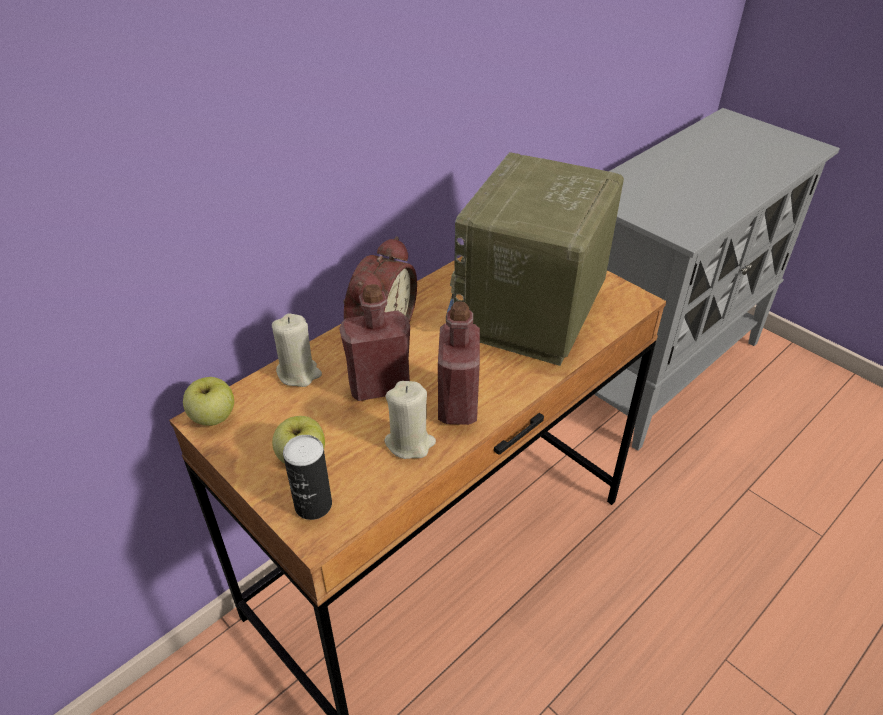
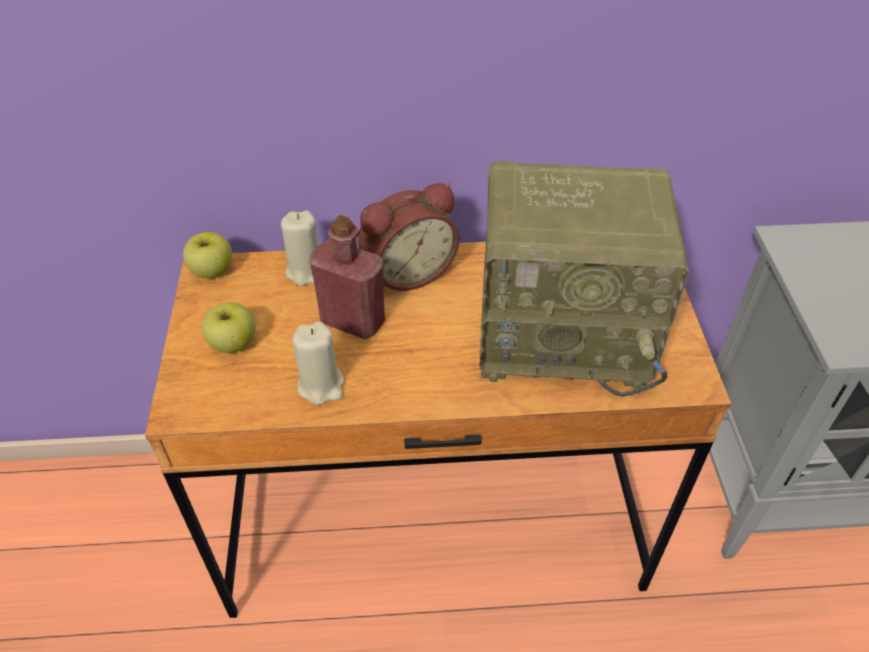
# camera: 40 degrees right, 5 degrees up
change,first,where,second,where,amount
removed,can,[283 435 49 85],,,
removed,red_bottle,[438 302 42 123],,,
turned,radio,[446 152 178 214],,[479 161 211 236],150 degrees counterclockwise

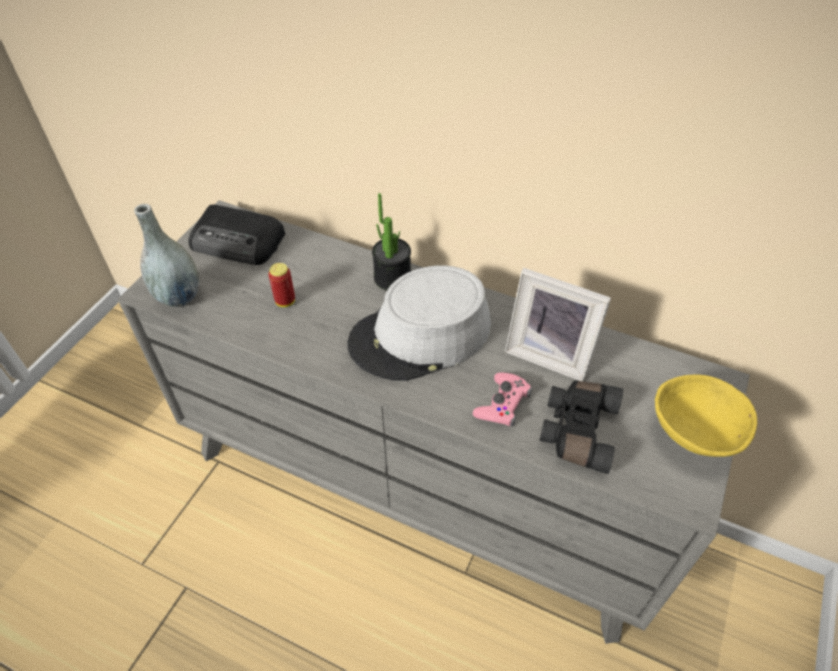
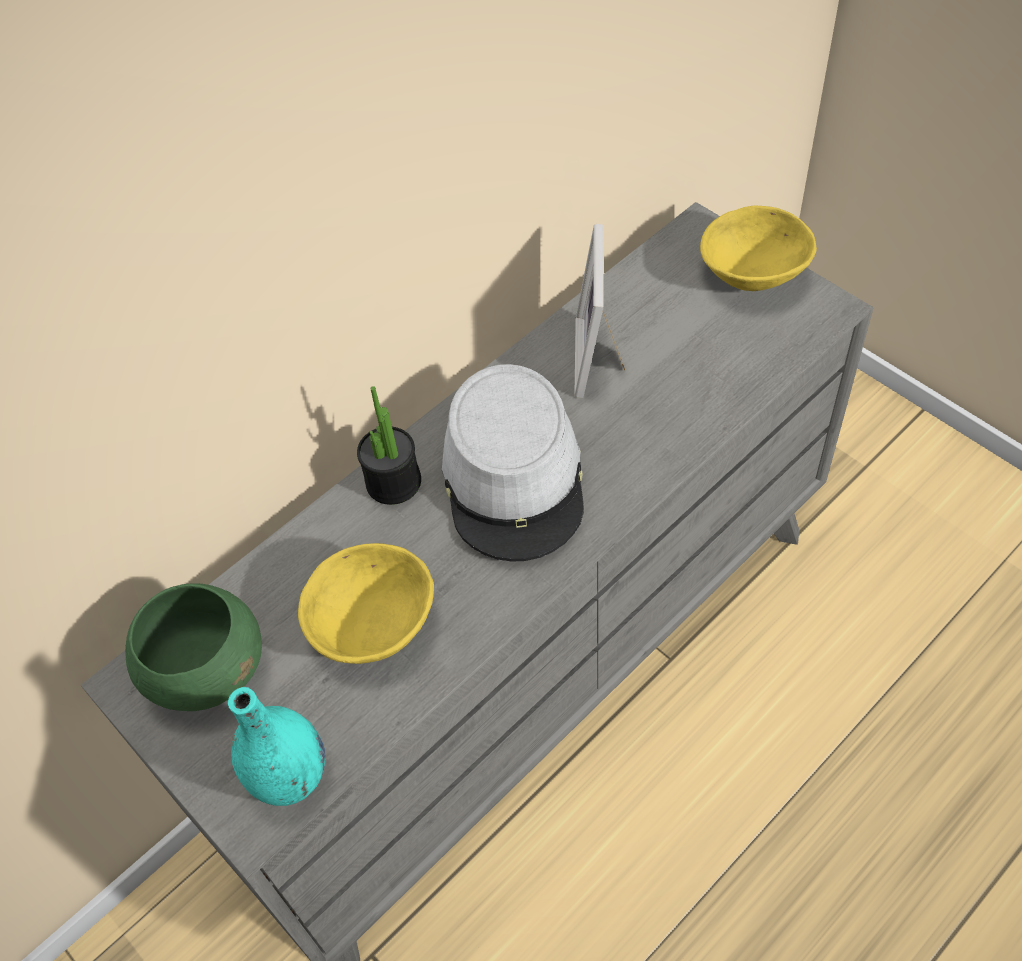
# camera: 65 degrees left, 5 degrees up
change,first,where,second,where,amount
removed,pink_game_controller,[473 373 59 54],,,
removed,black_binoculars,[540 381 83 93],,,
replaced,radio,[188 205 97 60],green_bowl,[125 583 137 128],
replaced,can,[268 263 27 44],yellow_bowl,[298 543 136 121],
recoloured,grey_vase,[134 204 65 103],turquoise_vase,[228 687 97 119],
turned,picture_frame,[505 268 106 113],,[574 224 51 174],135 degrees clockwise

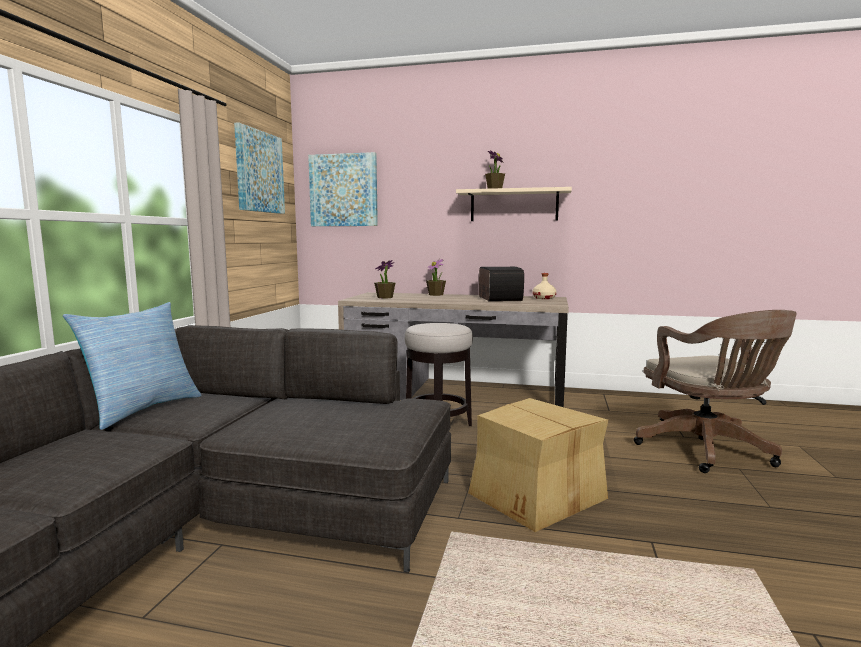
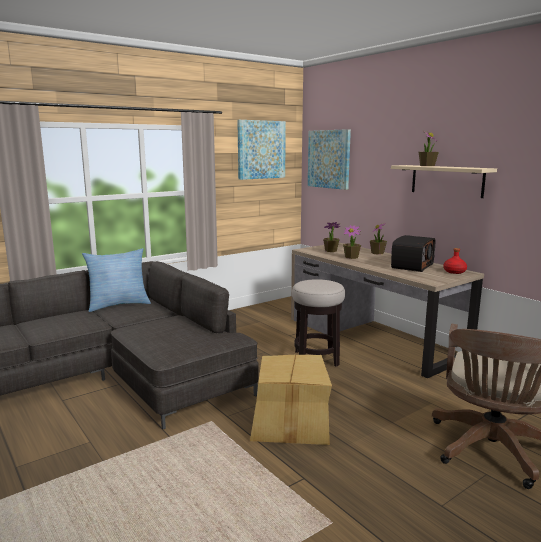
# camera: 40 degrees right, 5 degrees up
change,first,where,second,where,amount
added,,,potted_plant,[343 225 18 34],
recoloured,beige_bottle,[532 273 24 26],red_bottle,[443 248 24 26],

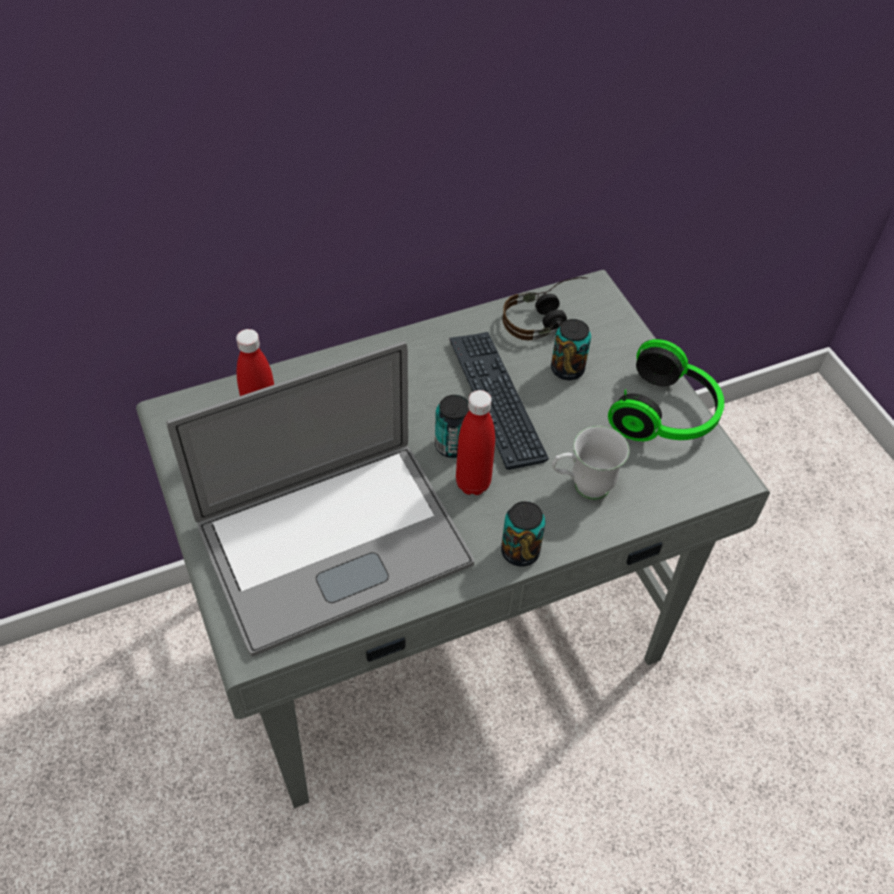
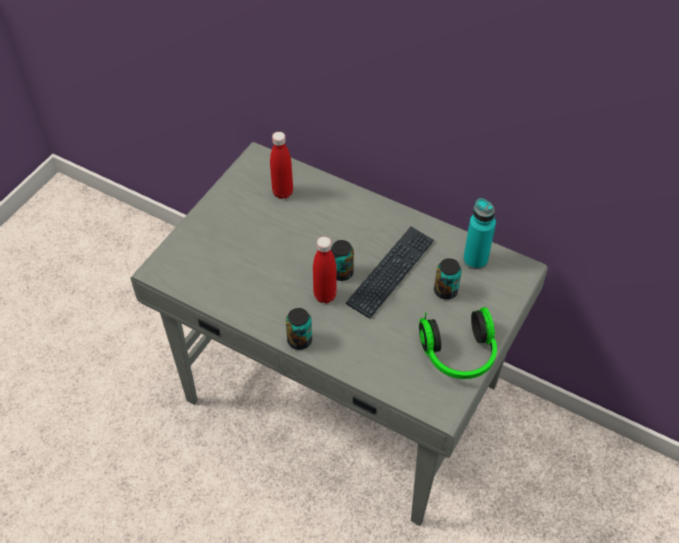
# camera: 55 degrees right, 0 degrees up
change,first,where,second,where,amount
removed,laptop,[167 341 307 316],,,
removed,white_mug,[552 426 77 74],,,
replaced,headphones,[503 277 85 63],turquoise_bottle,[463 198 33 72],

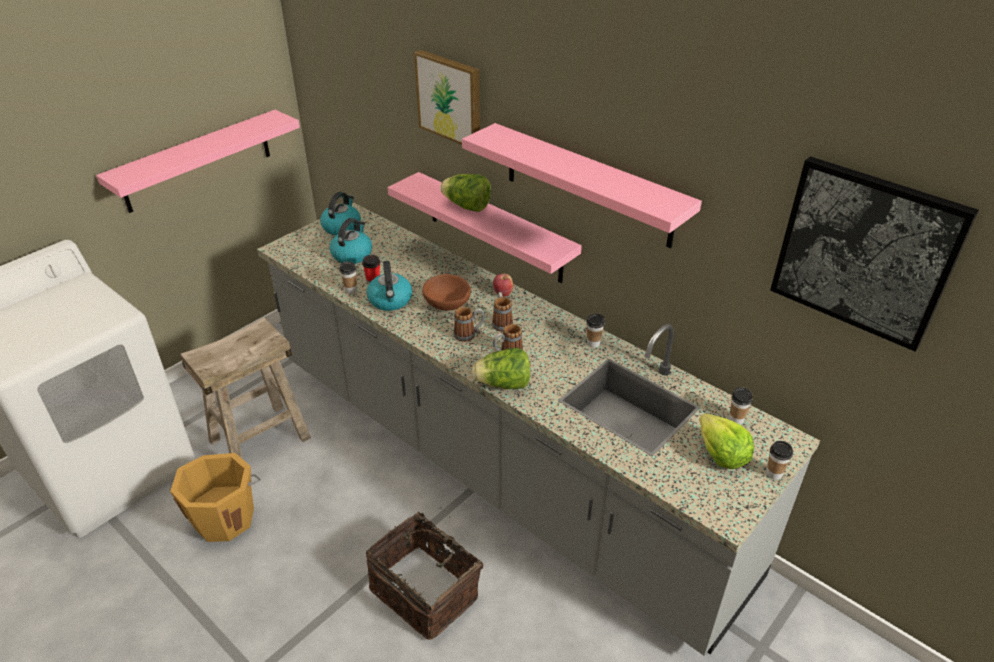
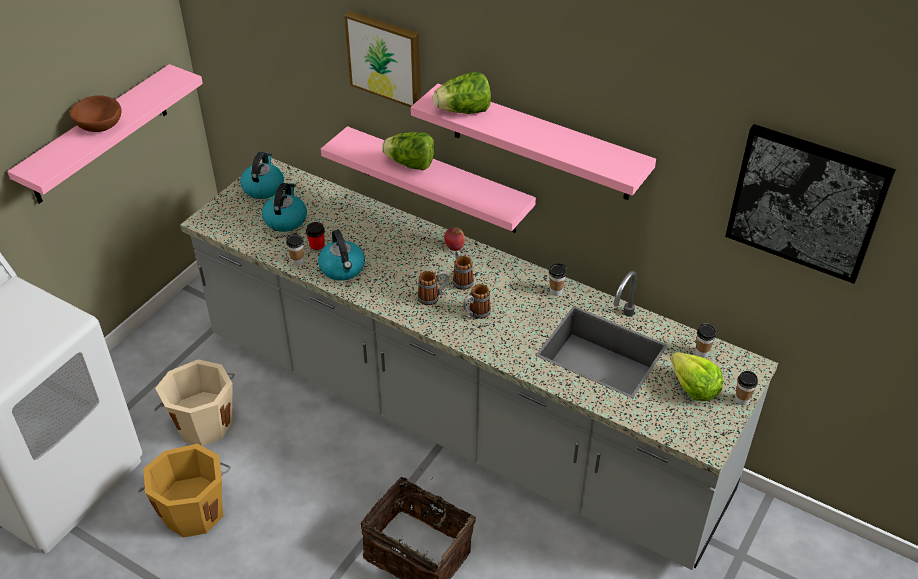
# camera: 10 degrees left, 5 degrees up
change,first,where,second,where,amount
moved,brown_bowl,[422 274 49 37],,[70 95 51 37],
moved,lettuce,[472 348 58 41],,[433 72 58 42],
replaced,beige_stool,[180 317 131 142],beige_bucket,[154 360 81 86],

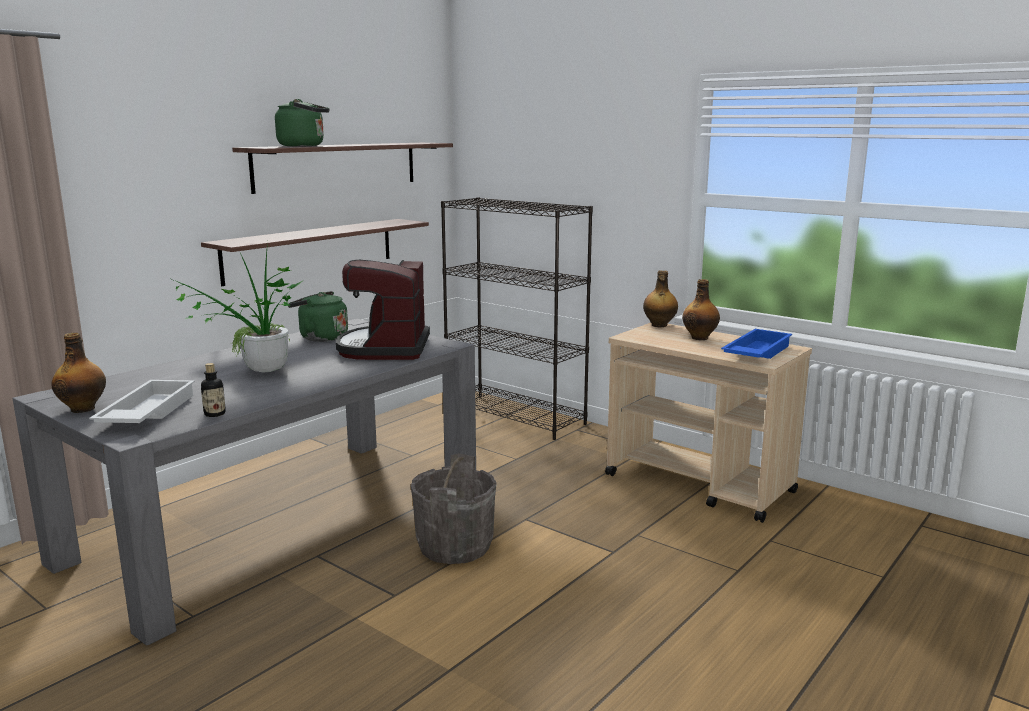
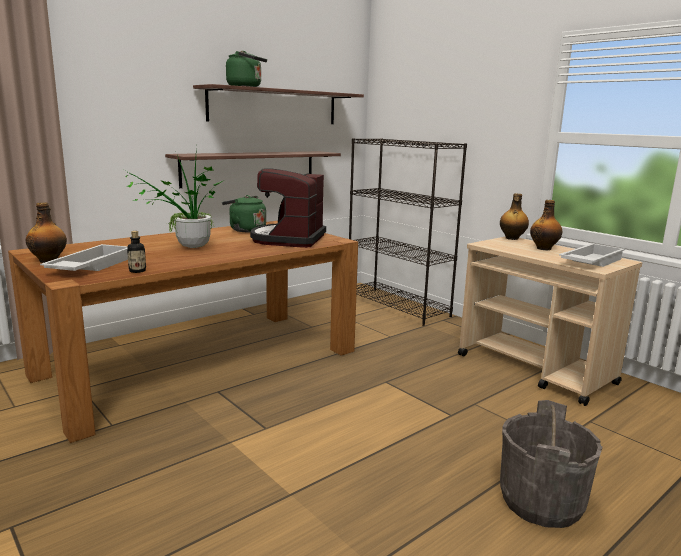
# camera: 10 degrees right, 0 degrees up
change,first,where,second,where,amount
moved,grey_bucket,[410 453 87 111],,[500 400 103 128],
recoloured,grey_dining_table,[12 319 464 327],brown_dining_table,[8 221 350 222],
recoloured,blue_tray,[721 329 71 30],white_tray,[559 243 66 24],

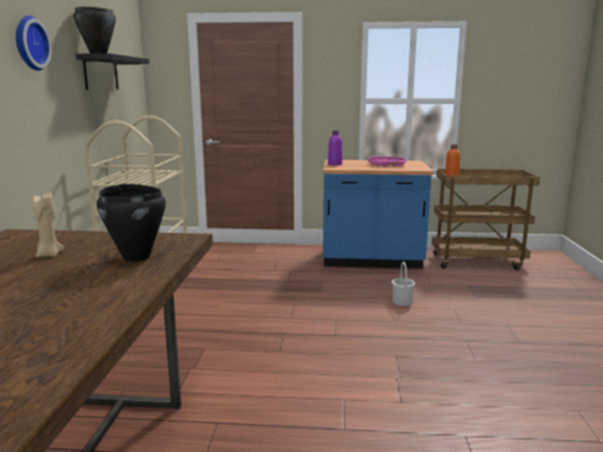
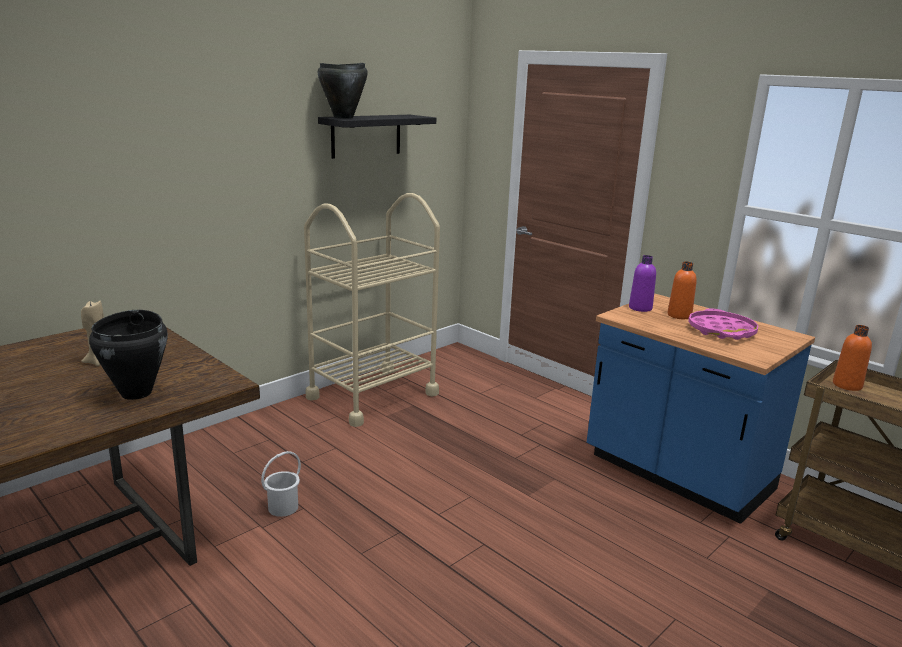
# camera: 40 degrees right, 5 degrees up
change,first,where,second,where,amount
removed,wall_clock,[16 16 36 55],,,
added,,,orange_bottle,[667 261 30 58],
moved,white_bucket,[392 262 23 44],,[261 451 40 66],

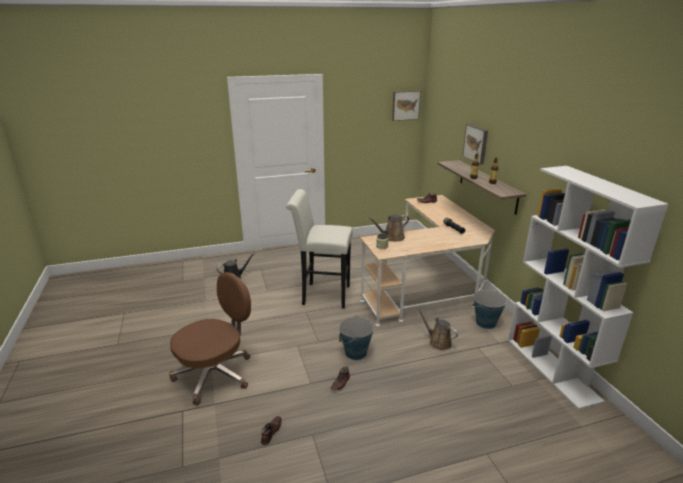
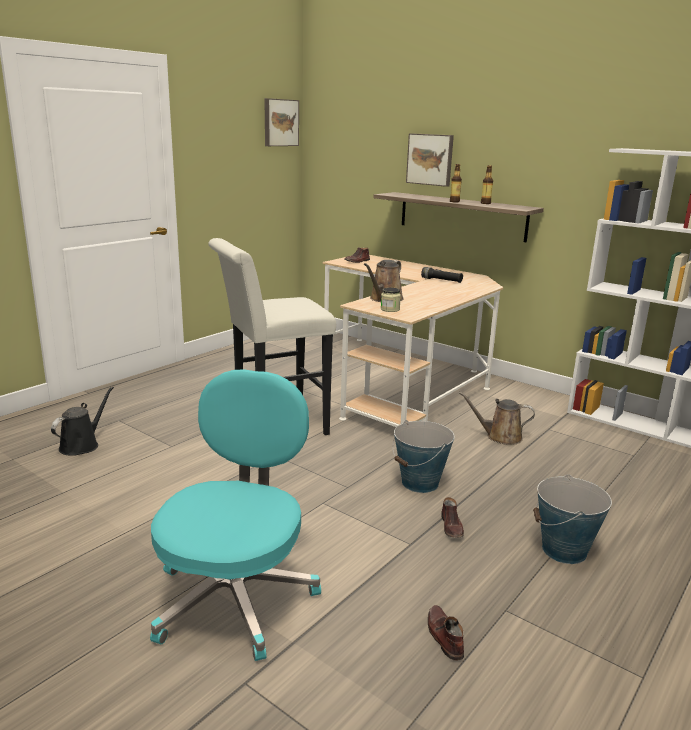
# camera: 35 degrees left, 5 degrees down
change,first,where,second,where,amount
moved,bucket,[472 290 35 39],,[533 474 79 90],
recoloured,brown_office_chair,[169 272 82 133],turquoise_office_chair,[150 369 171 292],

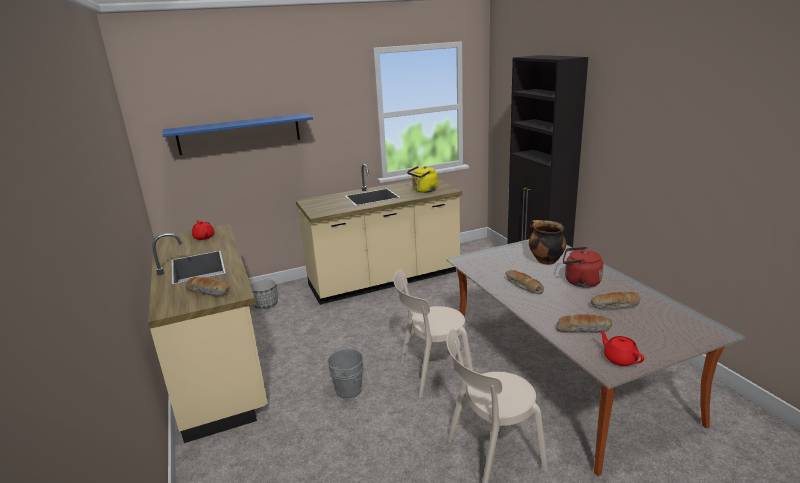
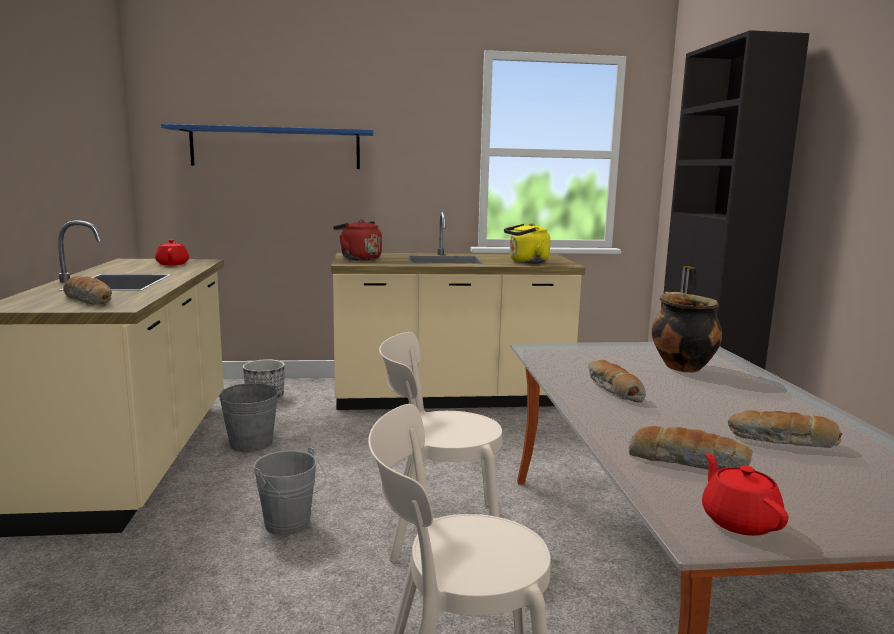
# camera: 15 degrees right, 10 degrees down
change,first,where,second,where,amount
added,,,grey_bucket,[219 383 59 69],
moved,red_kettle,[563 247 40 41],,[333 219 49 41],

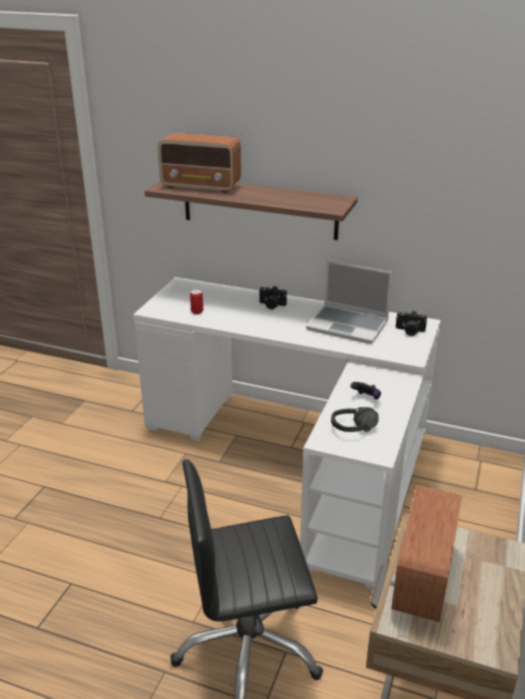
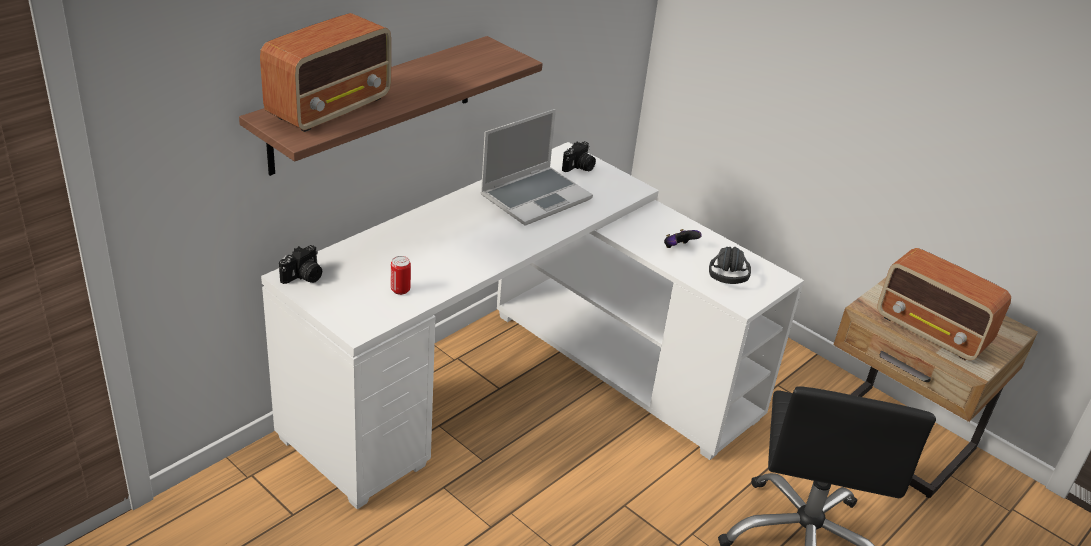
# camera: 70 degrees left, 5 degrees up
change,first,where,second,where,amount
moved,photo_camera,[259 286 28 23],,[279 245 43 39],

